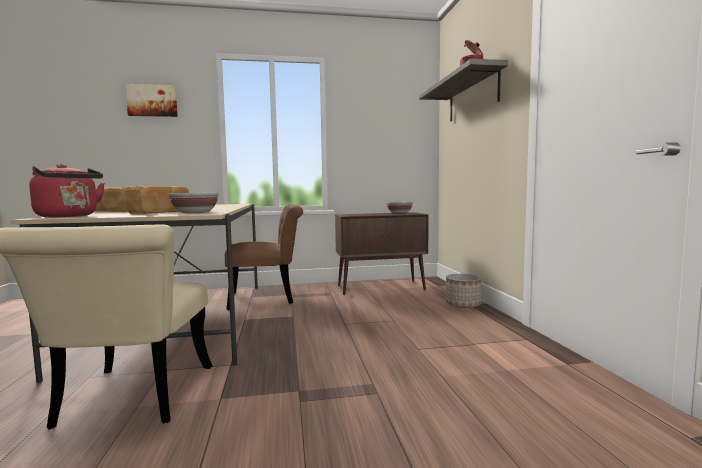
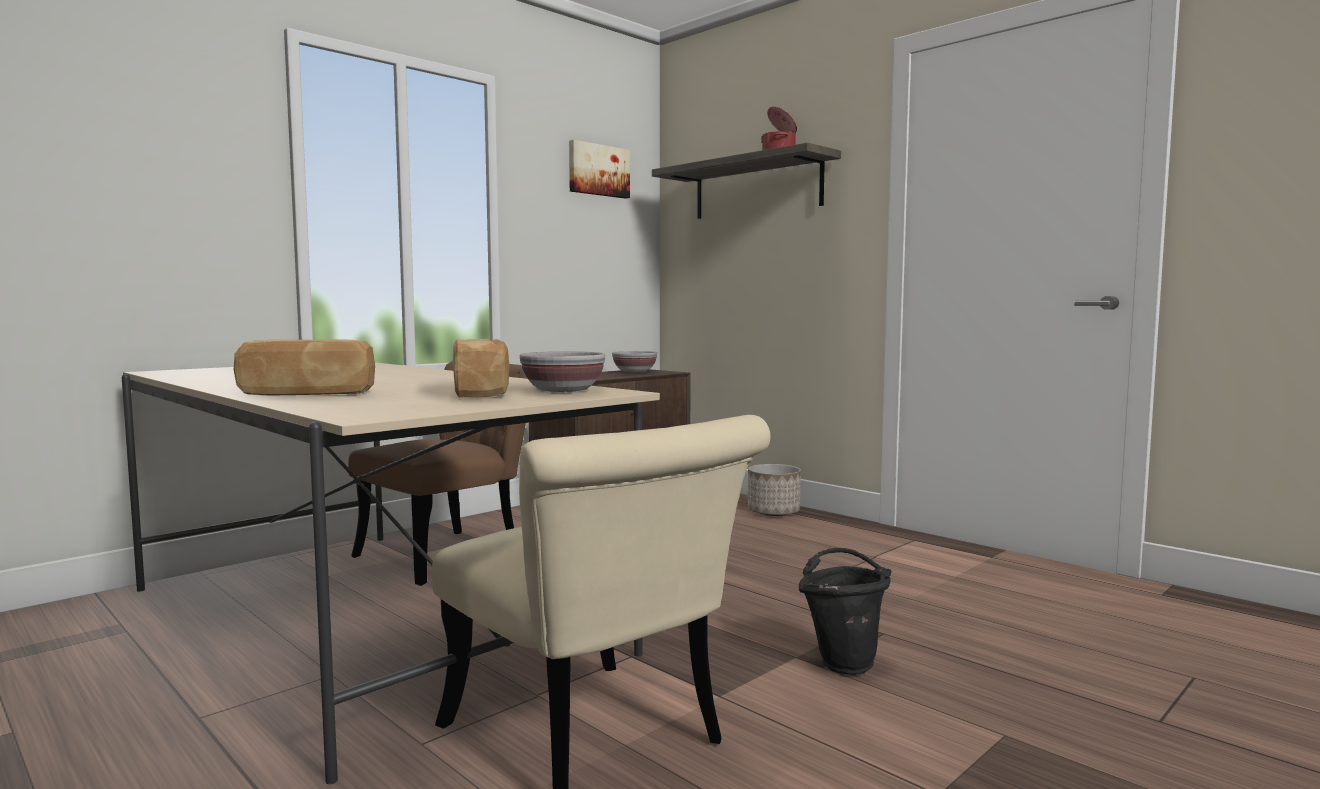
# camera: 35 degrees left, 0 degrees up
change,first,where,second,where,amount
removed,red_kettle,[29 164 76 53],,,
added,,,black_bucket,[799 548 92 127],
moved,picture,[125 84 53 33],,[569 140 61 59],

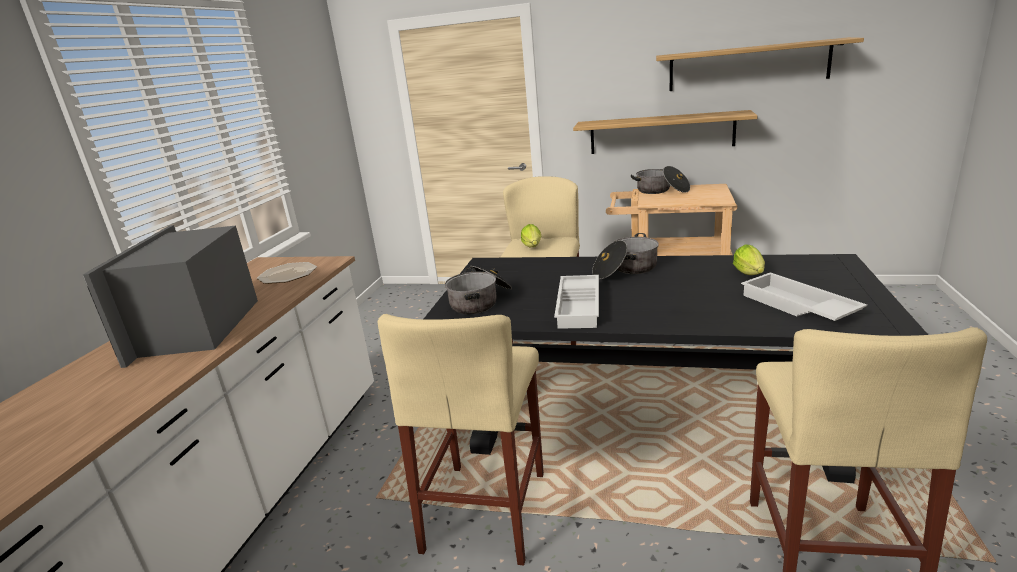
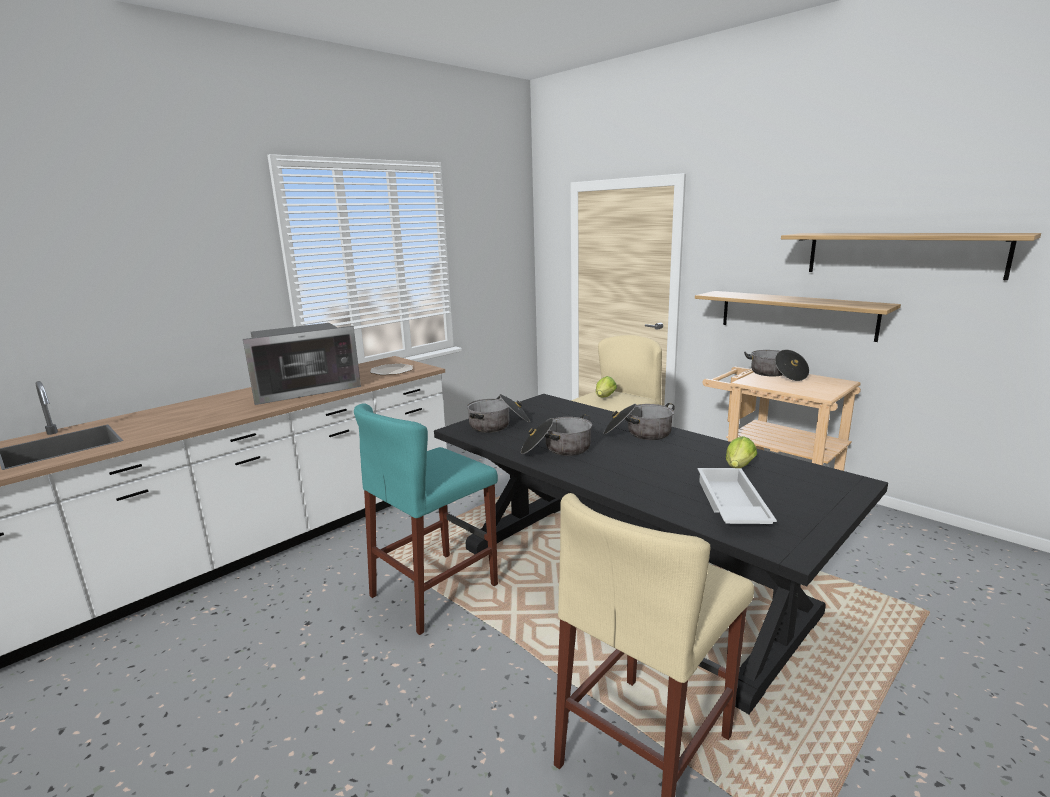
# camera: 30 degrees right, 5 degrees down
change,first,where,second,where,amount
replaced,white_tray,[554 275 45 54],cooking_pot,[521 414 71 42],
recoloured,beige_stool,[378 314 166 252],turquoise_stool,[354 403 144 232],
turned,microwave,[83 225 175 143],,[243 323 118 82],150 degrees counterclockwise

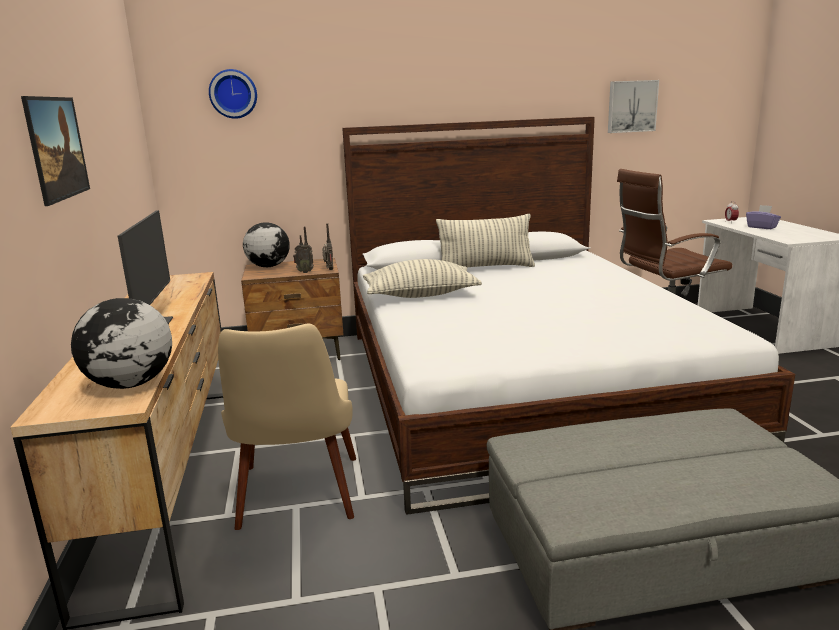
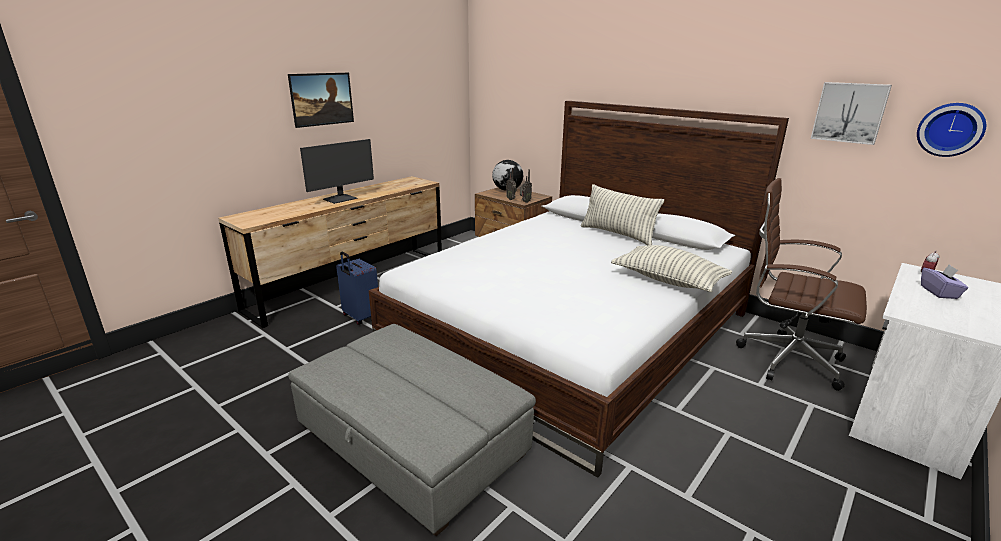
# camera: 50 degrees right, 5 degrees up
change,first,where,second,where,amount
removed,globe,[71 298 101 91],,,
moved,wall_clock,[209 69 48 50],,[917 103 69 54],
moved,pillow,[363 259 119 39],,[611 245 121 47],
replaced,beige_chair,[218 324 138 206],blue_suitcase,[336 251 42 74],

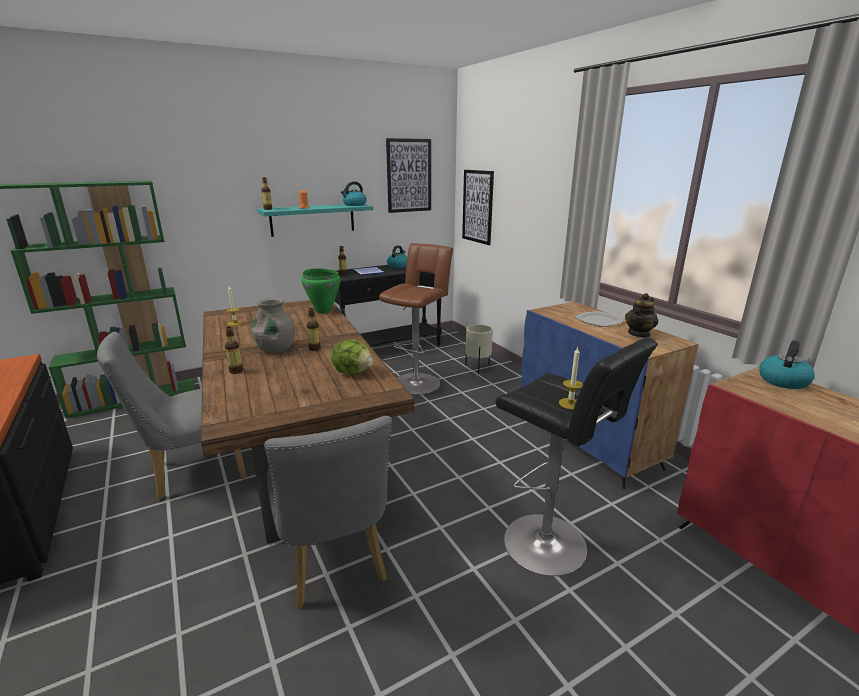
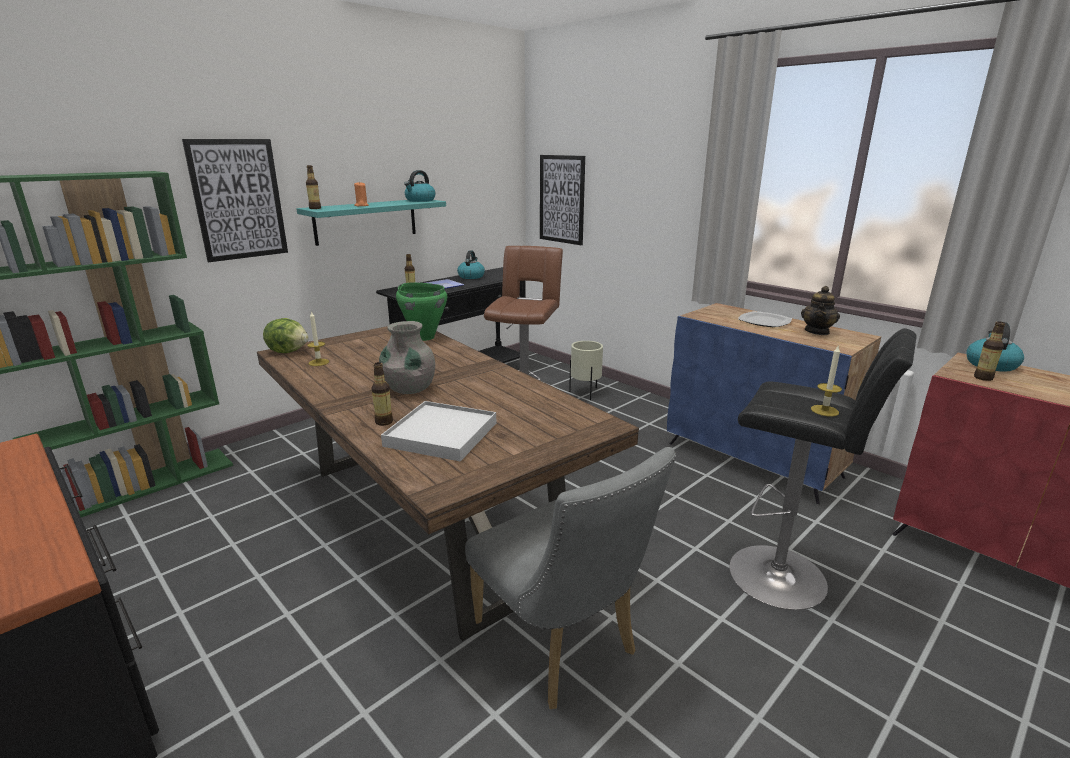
# camera: 15 degrees left, 0 degrees up
change,first,where,second,where,amount
removed,grey_chair,[97 332 149 168],,,
added,,,white_tray,[381 401 115 60],
moved,bottle,[307 308 14 43],,[974 321 31 60],
moved,lettuce,[331 339 42 36],,[263 318 46 35],
moved,picture,[386 138 45 75],,[182 139 106 123],

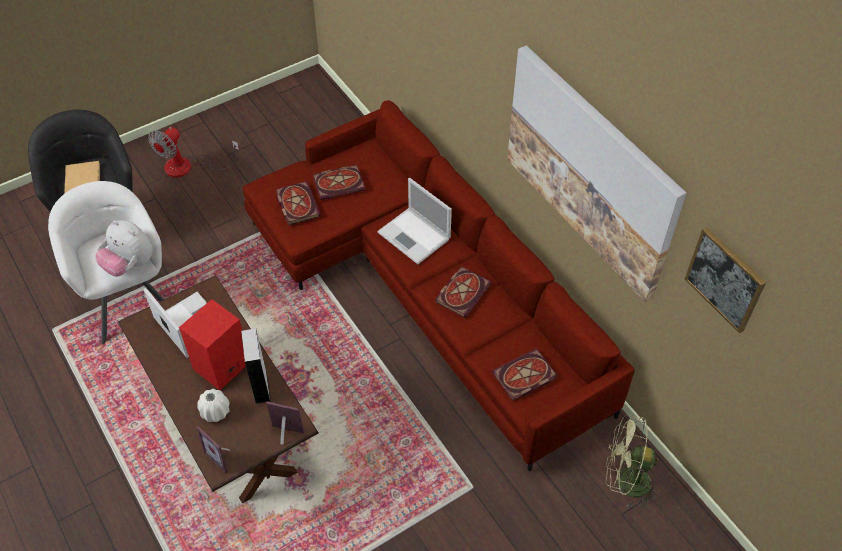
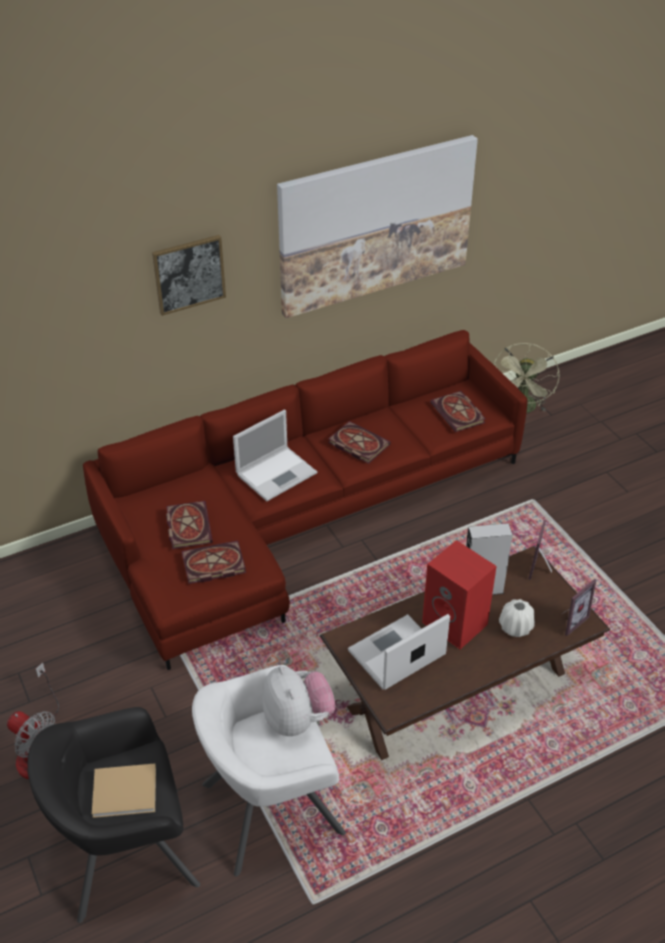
# camera: 85 degrees left, 10 degrees down
change,first,where,second,where,amount
moved,picture,[685 227 81 106],,[152 235 74 81],
turned,plush_toy,[95 220 58 57],,[263 666 73 70],60 degrees counterclockwise

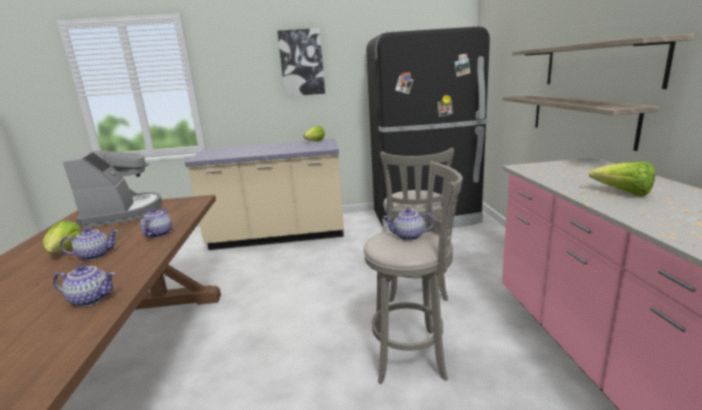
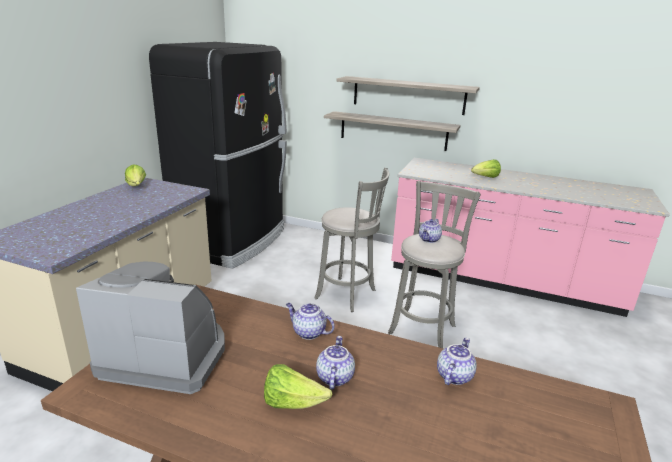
# camera: 65 degrees left, 5 degrees up
change,first,where,second,where,amount
removed,picture,[277 28 48 69],,,

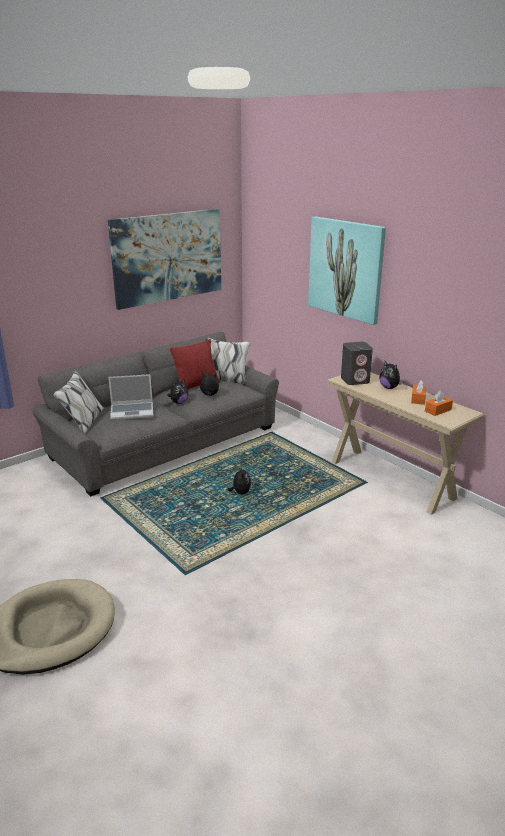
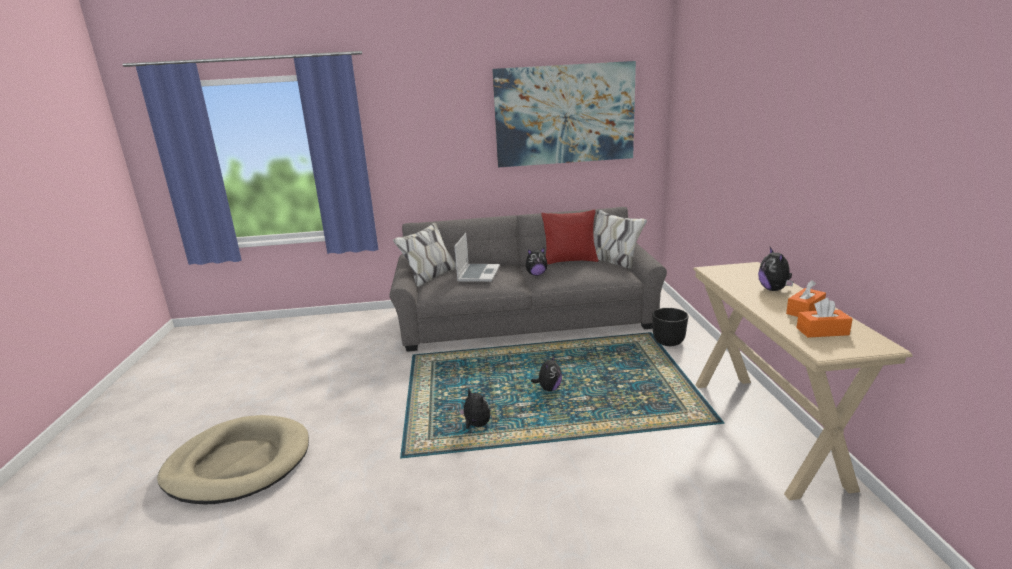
# camera: 35 degrees right, 5 degrees down
change,first,where,second,where,amount
removed,picture,[308 217 78 108],,,
removed,grey_speaker,[341 342 32 43],,,
added,,,black_planter,[652 308 36 38],
moved,plush_toy,[197 372 22 24],,[459 389 32 40],
turned,laptop,[108 374 45 46],,[454 233 46 49],105 degrees counterclockwise

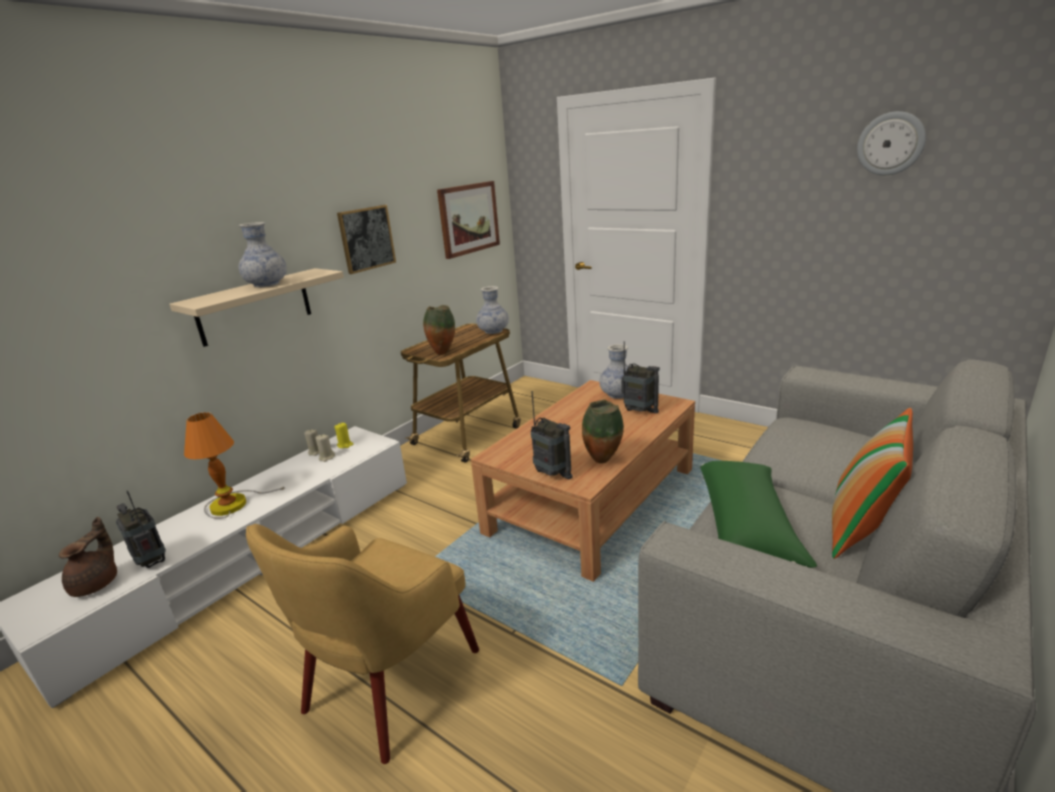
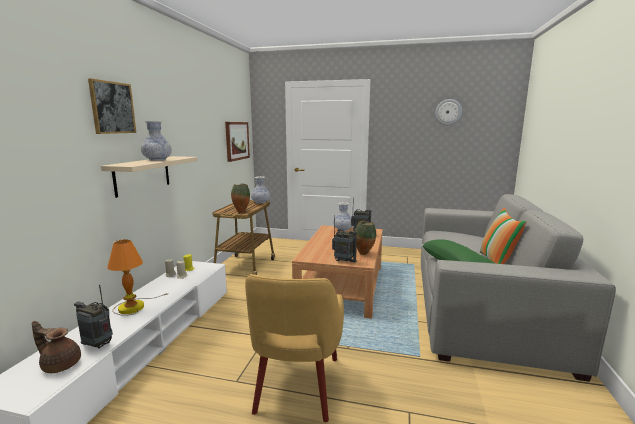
# camera: 25 degrees left, 10 degrees down
change,first,where,second,where,amount
moved,picture,[337 205 59 69],,[88 79 48 55],
turned,brown_teapot,[59 517 58 80],,[32 321 49 52],60 degrees counterclockwise

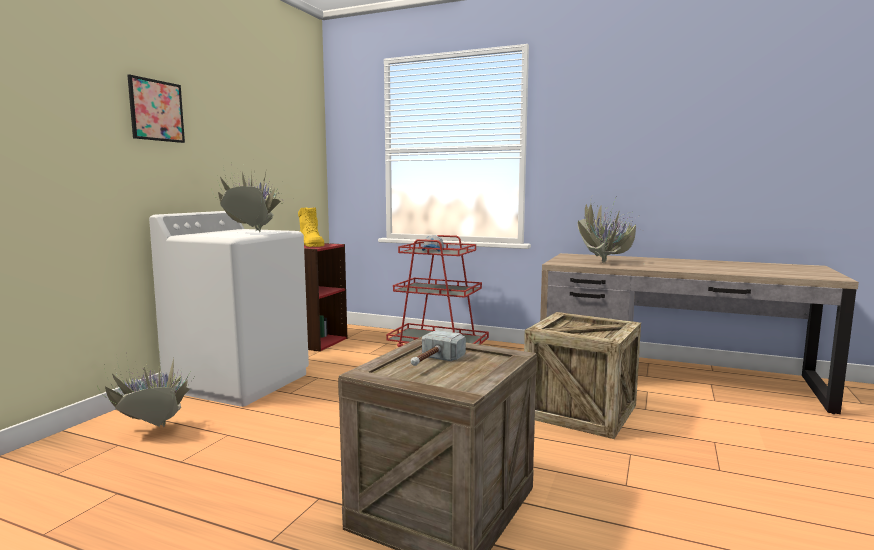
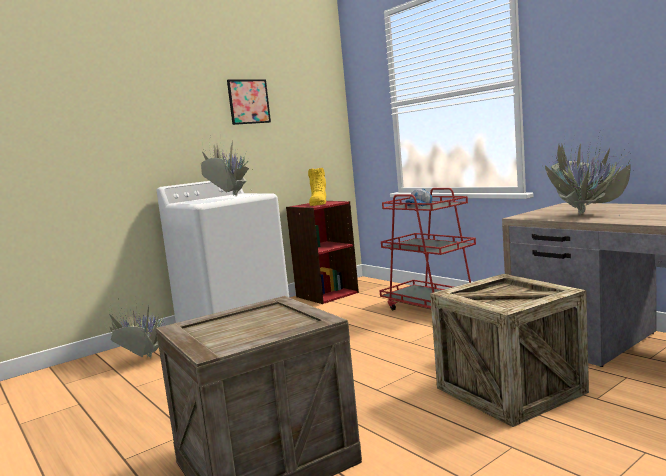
# camera: 30 degrees right, 0 degrees up
change,first,where,second,where,amount
removed,hammer,[411 330 55 36],,,
moved,picture,[127 74 58 69],,[227 79 44 46],

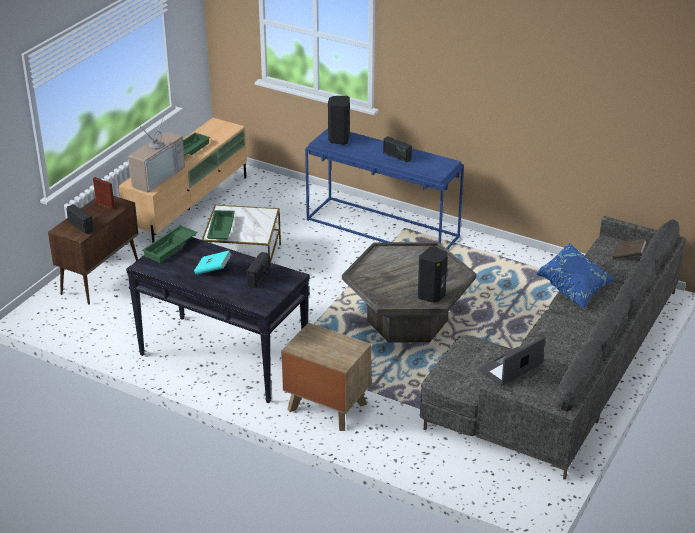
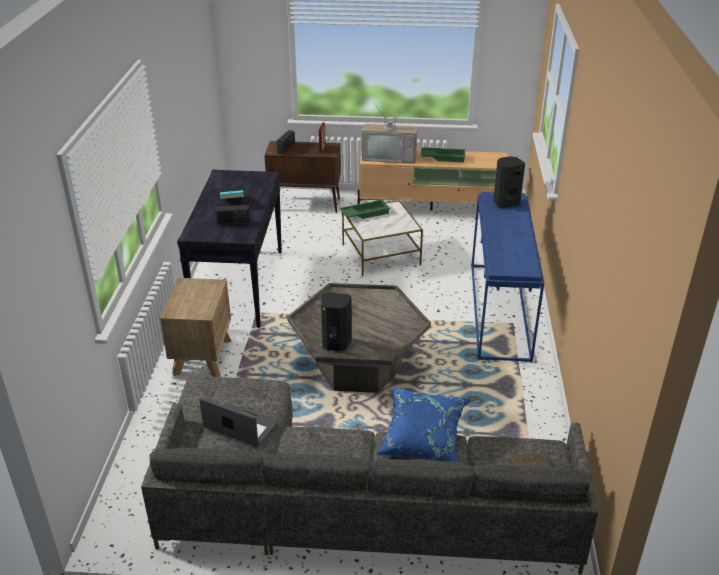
# camera: 65 degrees right, 0 degrees up
change,first,where,second,where,amount
removed,green_tray,[142 225 55 38],,,
removed,radio,[383 136 29 27],,,

